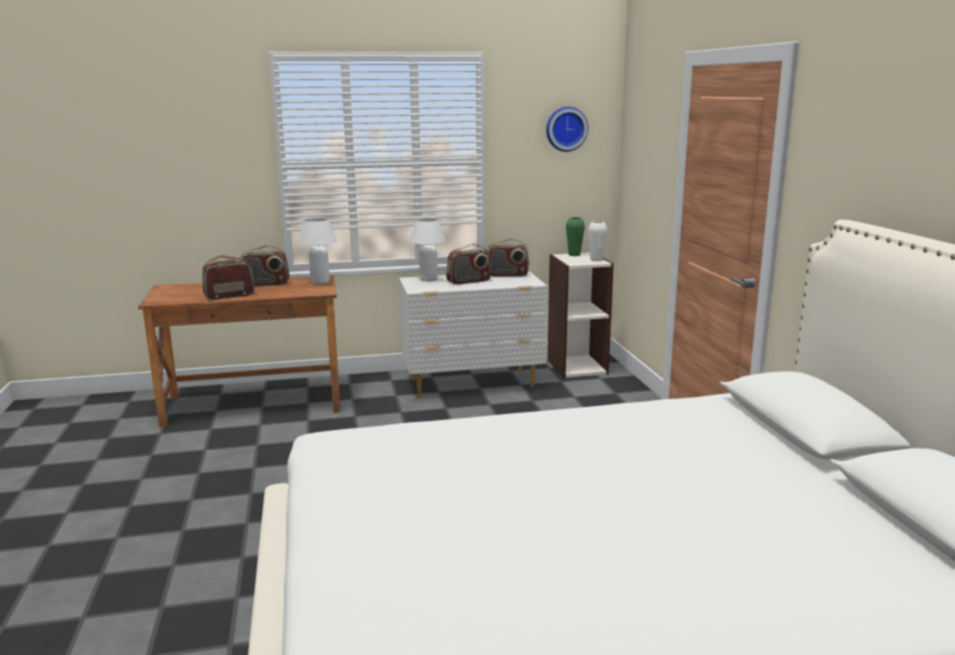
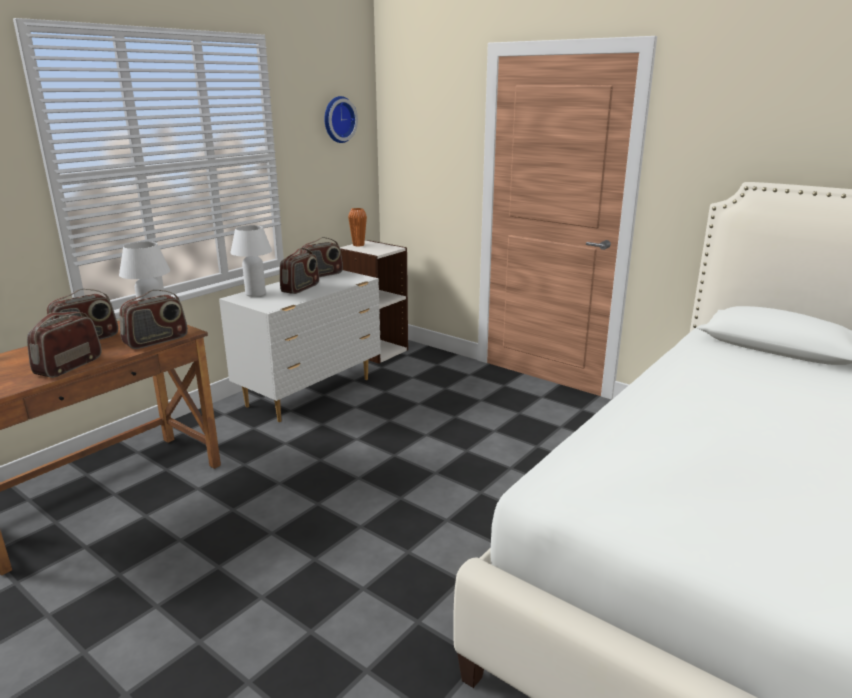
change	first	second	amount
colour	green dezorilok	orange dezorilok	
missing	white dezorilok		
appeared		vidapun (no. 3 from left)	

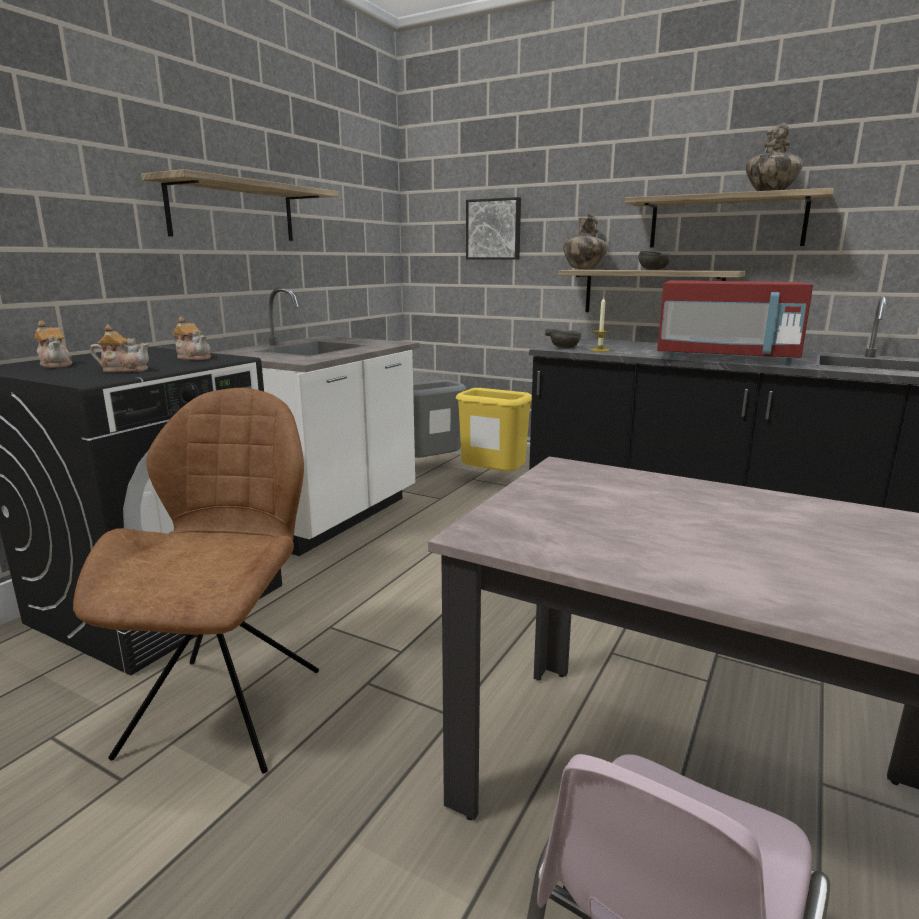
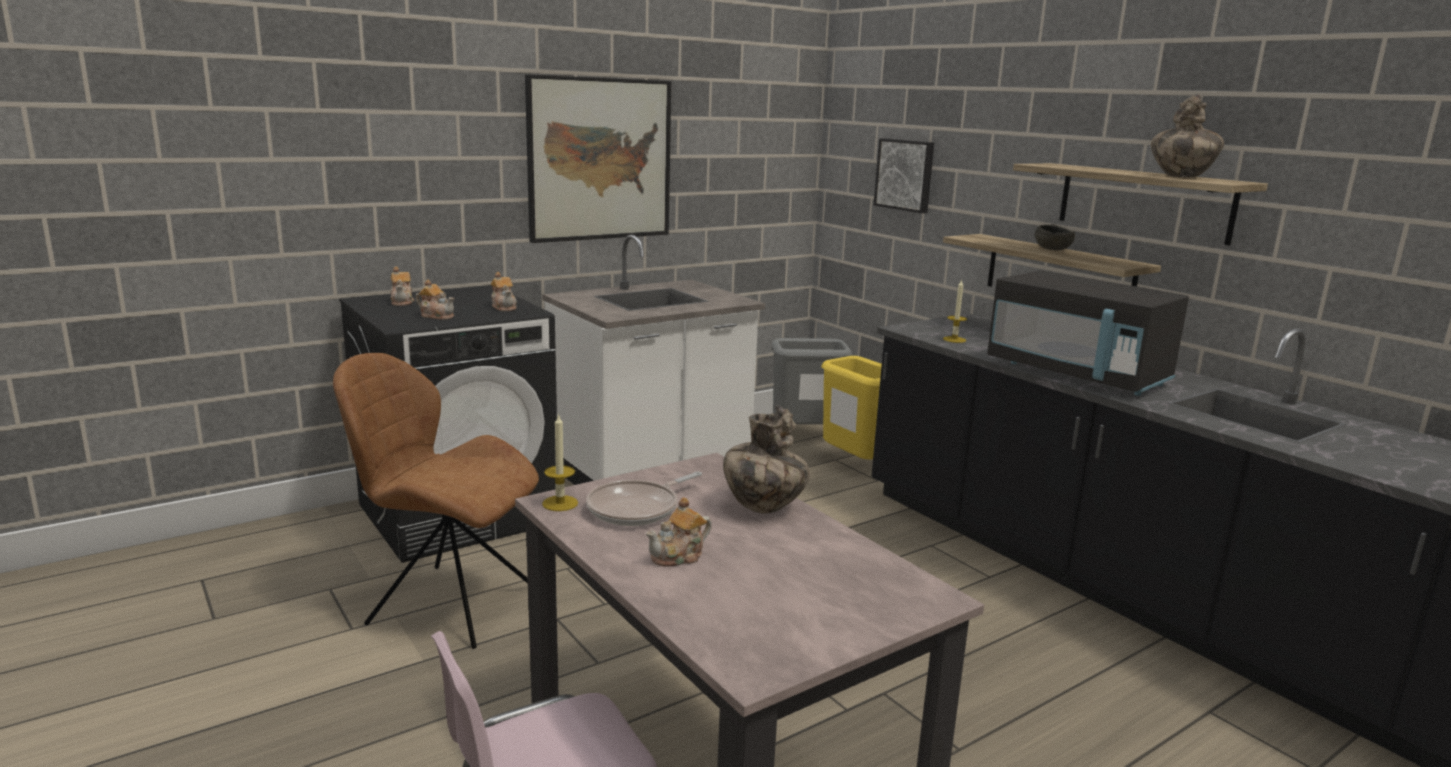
change	first	second	amount
exchanged	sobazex (no. 1 from left)	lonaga (no. 1 from left)	
relocated	dezorilok (no. 1 from left)		
colour	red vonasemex	black vonasemex	
missing	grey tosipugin (no. 1 from left)		
spun	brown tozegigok		105 degrees counterclockwise
appeared		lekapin (no. 1 from left)	
appeared		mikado	
appeared		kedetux (no. 4 from left)	

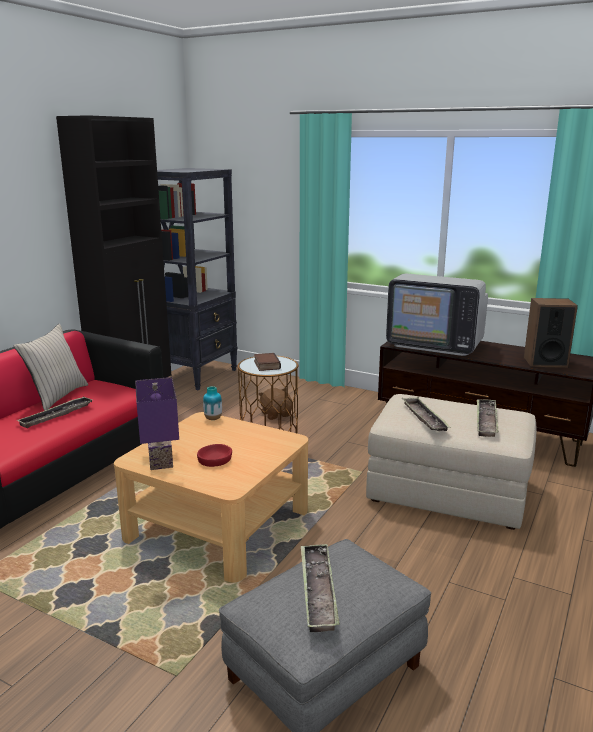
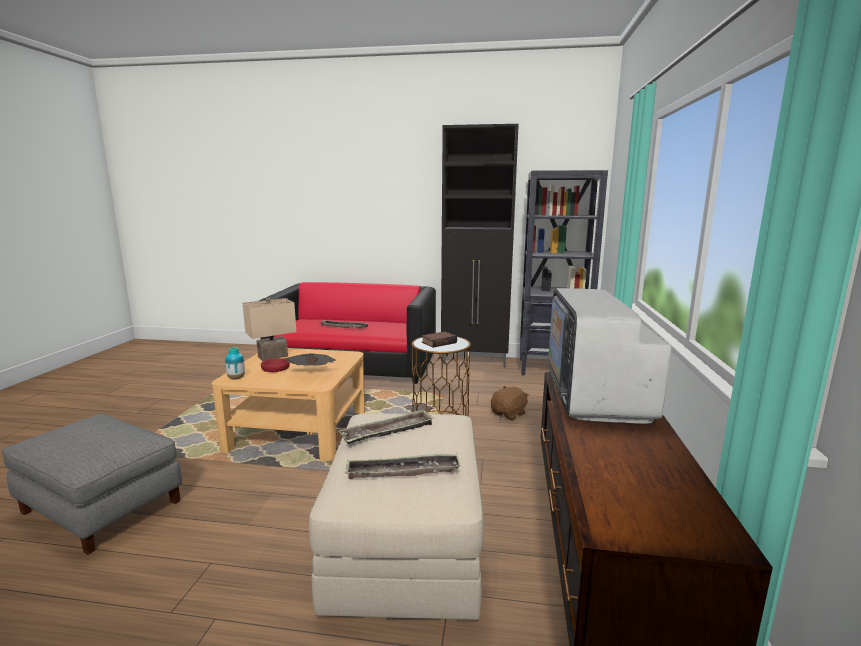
change	first	second	amount
missing	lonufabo		
missing	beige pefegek		
colour	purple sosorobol	beige sosorobol	
relocated	dezorilok		
missing	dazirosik (no. 2 from left)		
appeared		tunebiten	

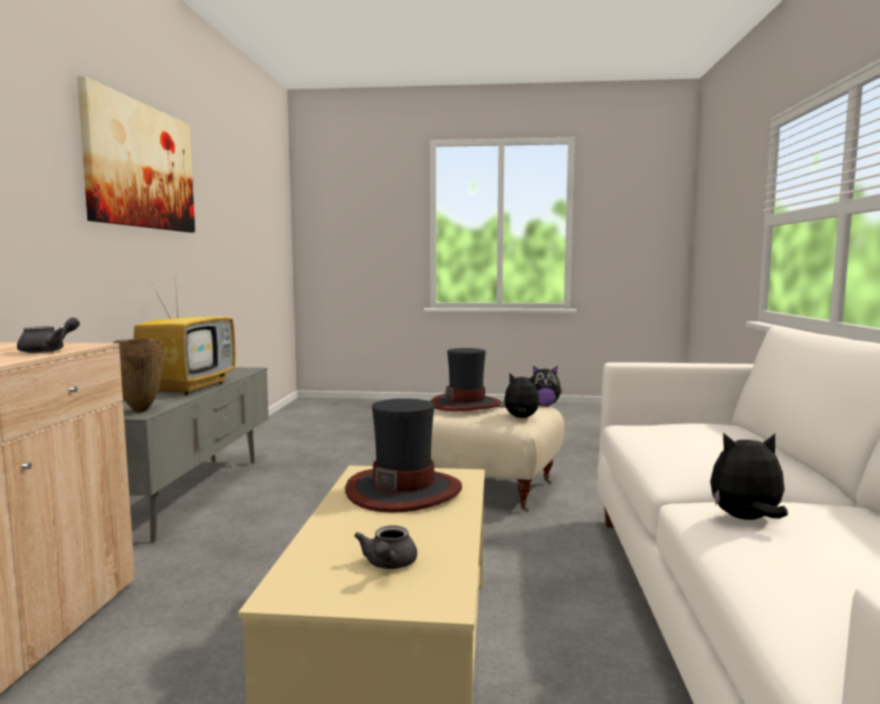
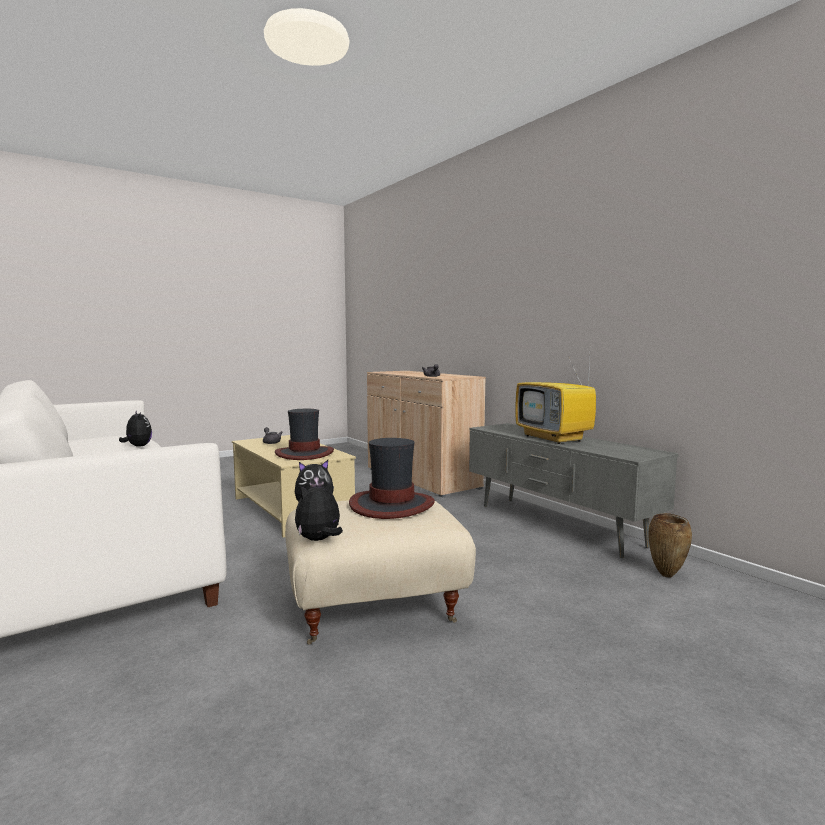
change	first	second	amount
missing	lonaga		
relocated	brown dezorilok		
spun	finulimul (no. 3 from left in the first image)	finulimul (no. 1 from left)	90 degrees counterclockwise

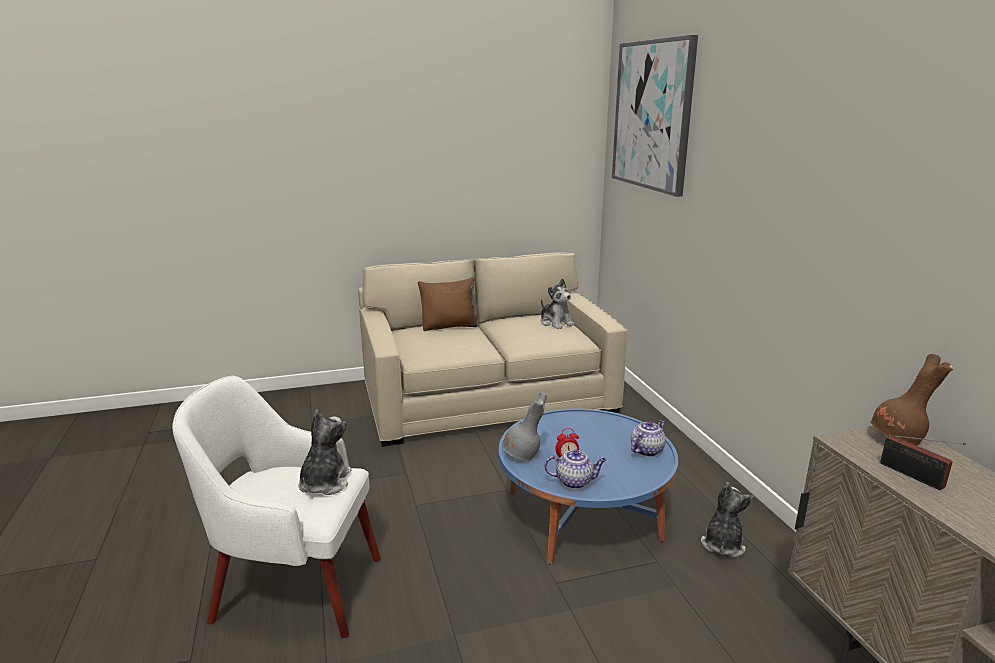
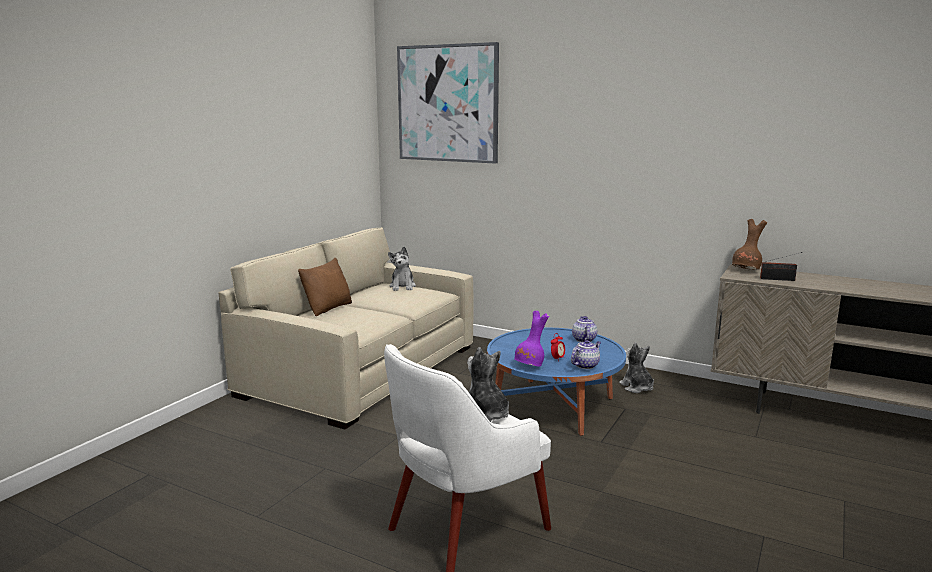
change	first	second	amount
spun	finulimul (no. 2 from left in the first image)	finulimul (no. 1 from left)	75 degrees clockwise
colour	grey dezorilok	purple dezorilok	

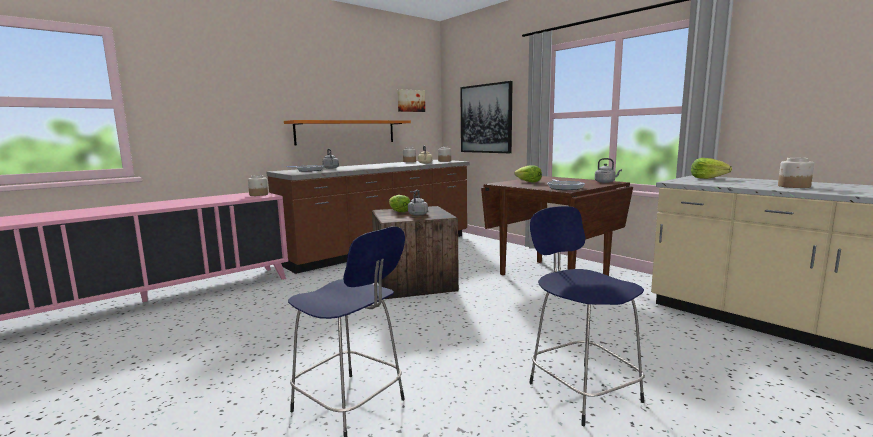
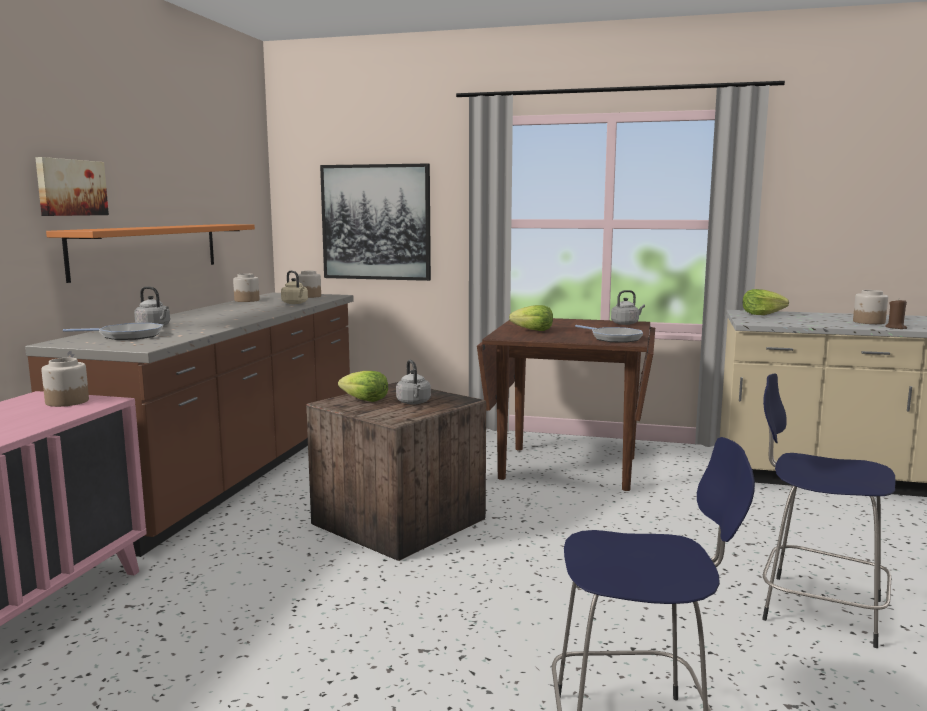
change	first	second	amount
relocated	lonaga (no. 1 from left)		
appeared		brown lekapin	

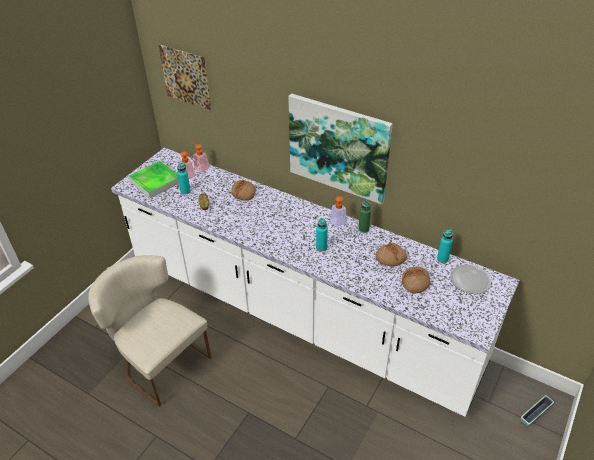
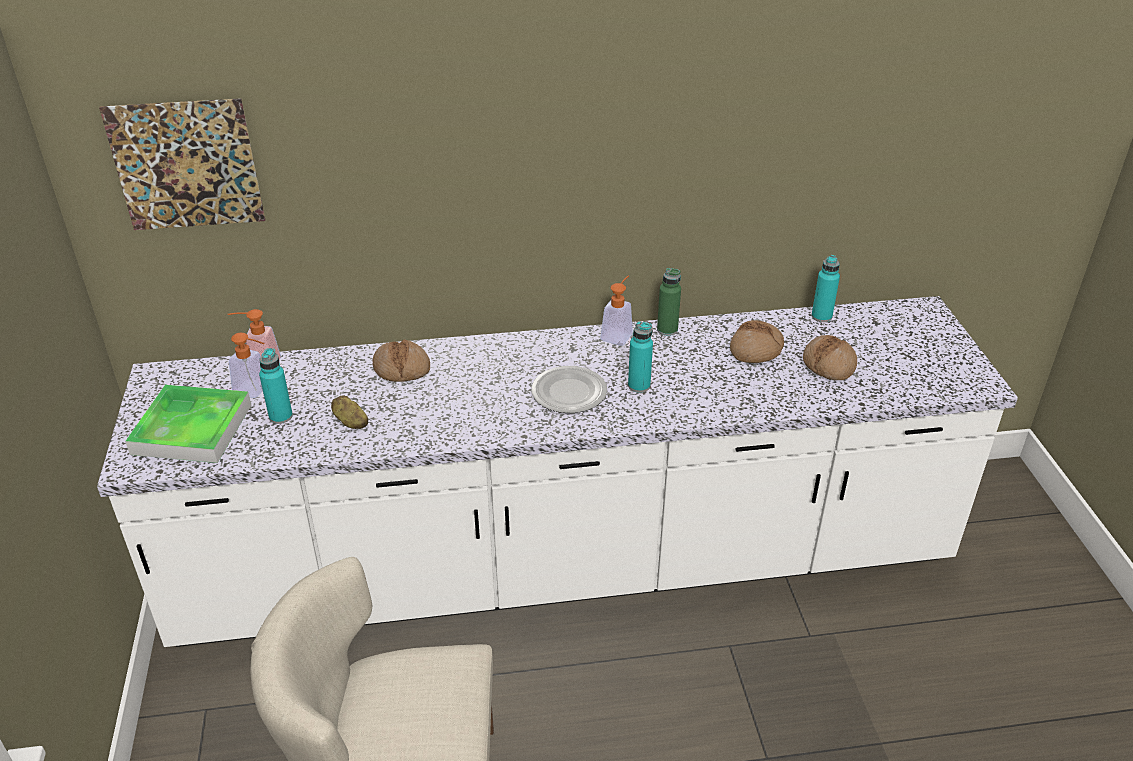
change	first	second	amount
missing	lonaga (no. 2 from left)		
relocated	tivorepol		
missing	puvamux		

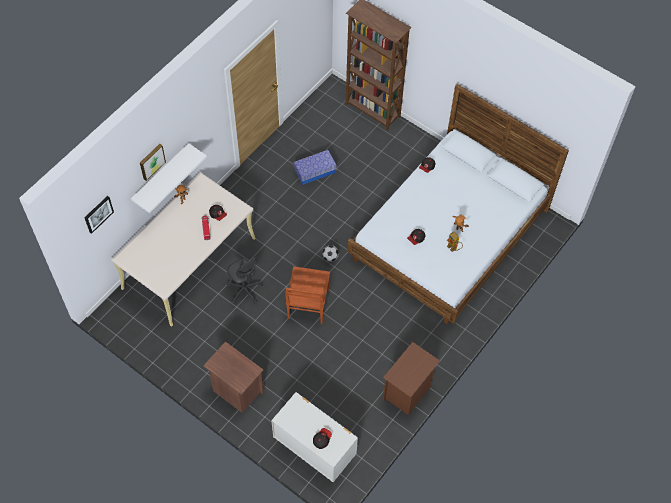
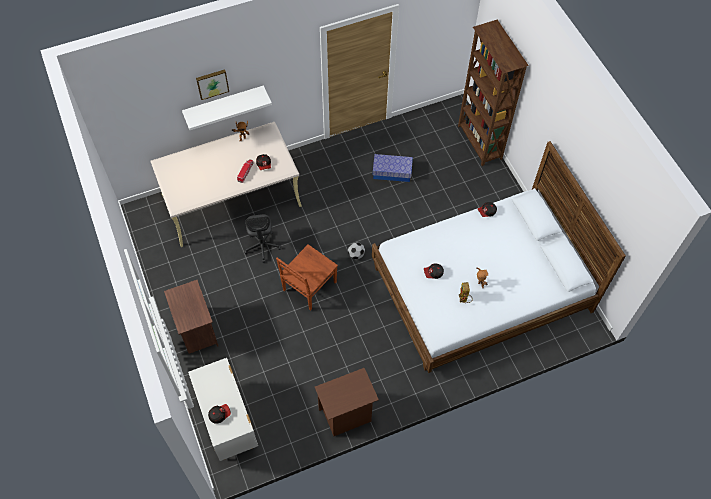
change	first	second	amount
missing	lonaga (no. 1 from left)		

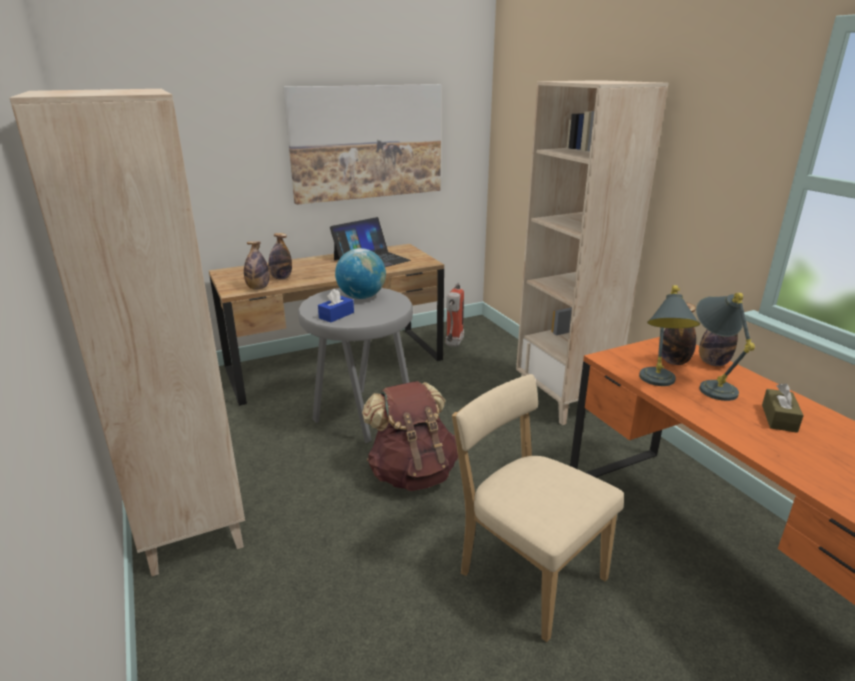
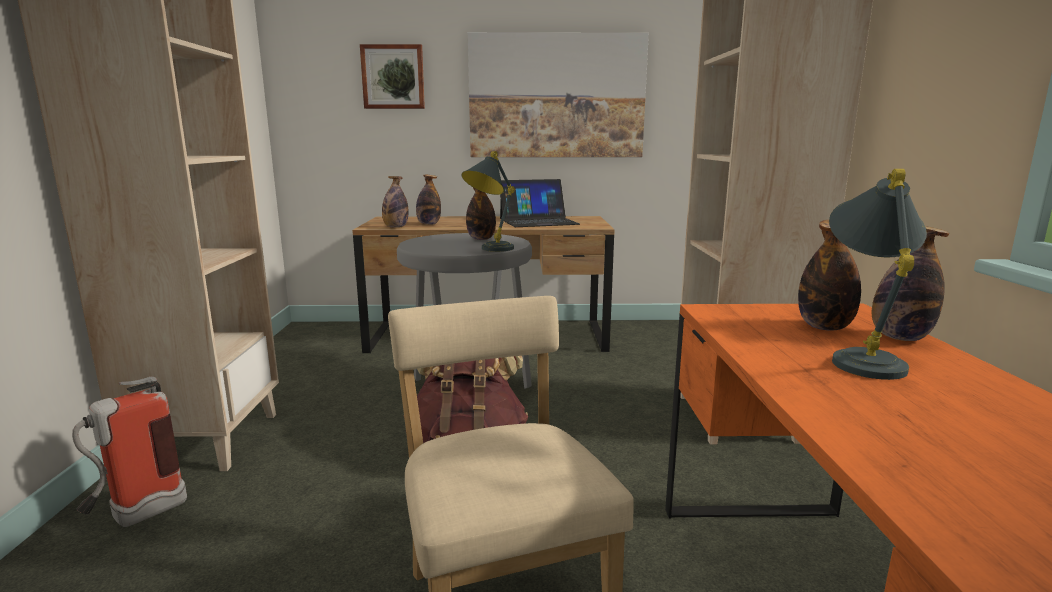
change	first	second	amount
exchanged	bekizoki	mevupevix (no. 3 from left)	
relocated	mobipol		
relocated	grey sosorobol (no. 1 from left)		
missing	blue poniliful		
missing	brown poniliful		
appeared		lonaga (no. 1 from left)	

